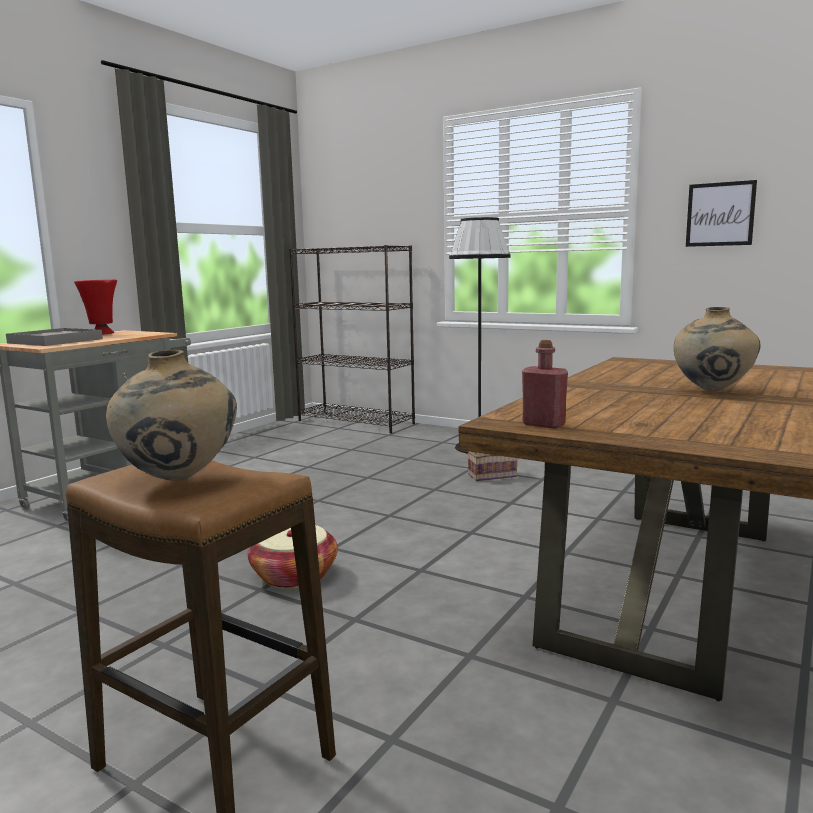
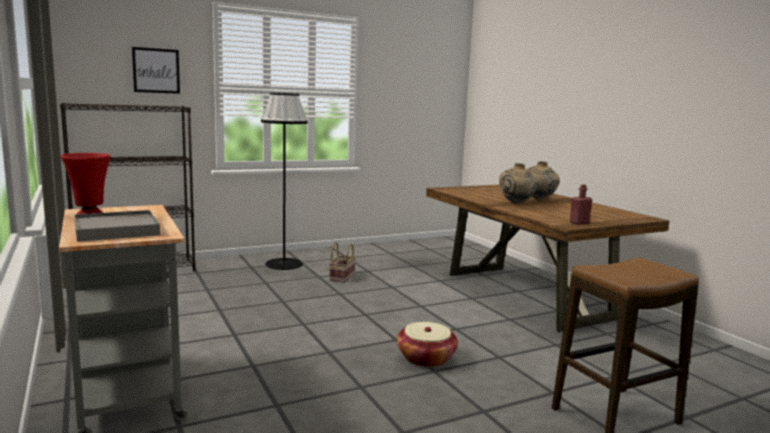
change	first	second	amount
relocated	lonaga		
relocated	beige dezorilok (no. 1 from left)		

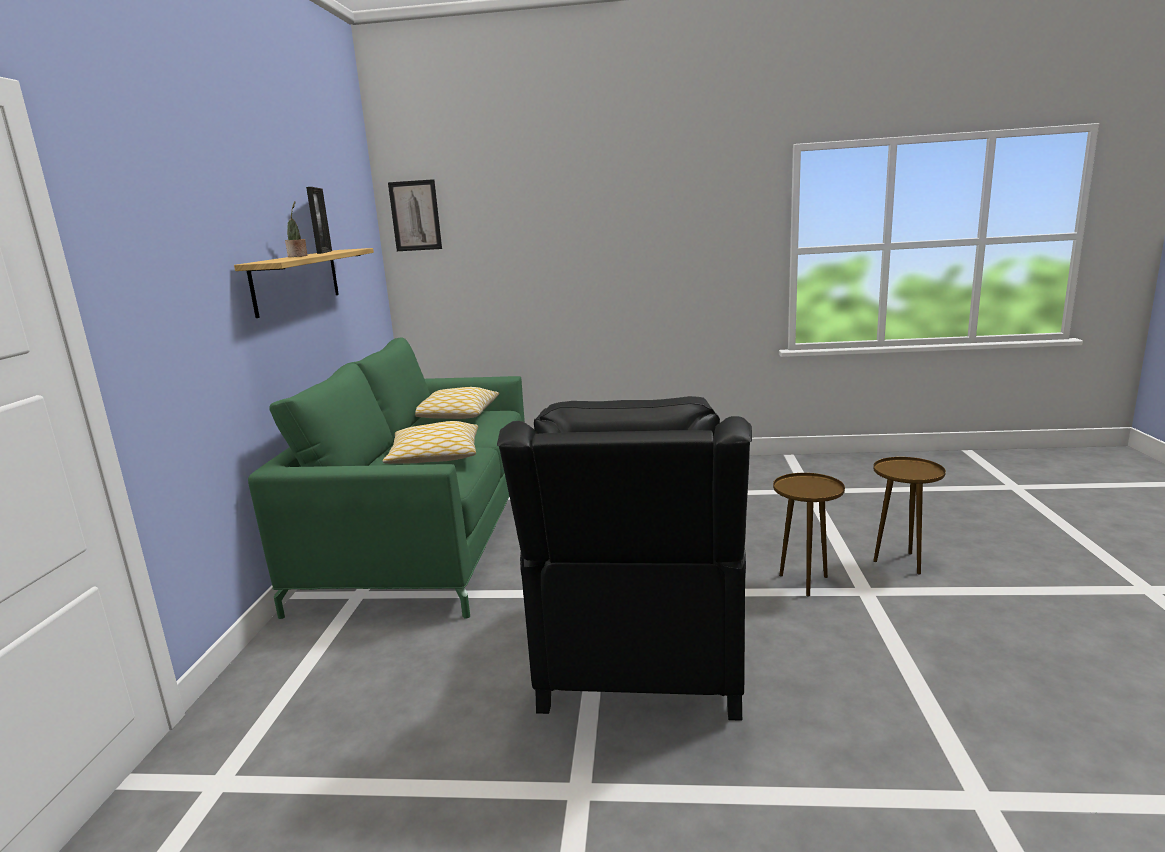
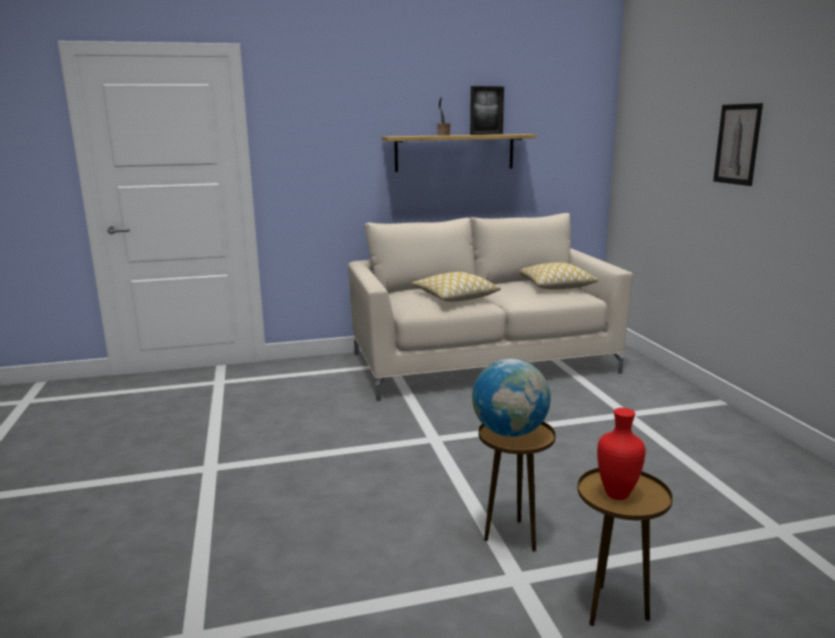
change	first	second	amount
relocated	lonaga		
colour	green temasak	beige temasak	
missing	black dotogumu		
appeared		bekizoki	
appeared		red dezorilok	

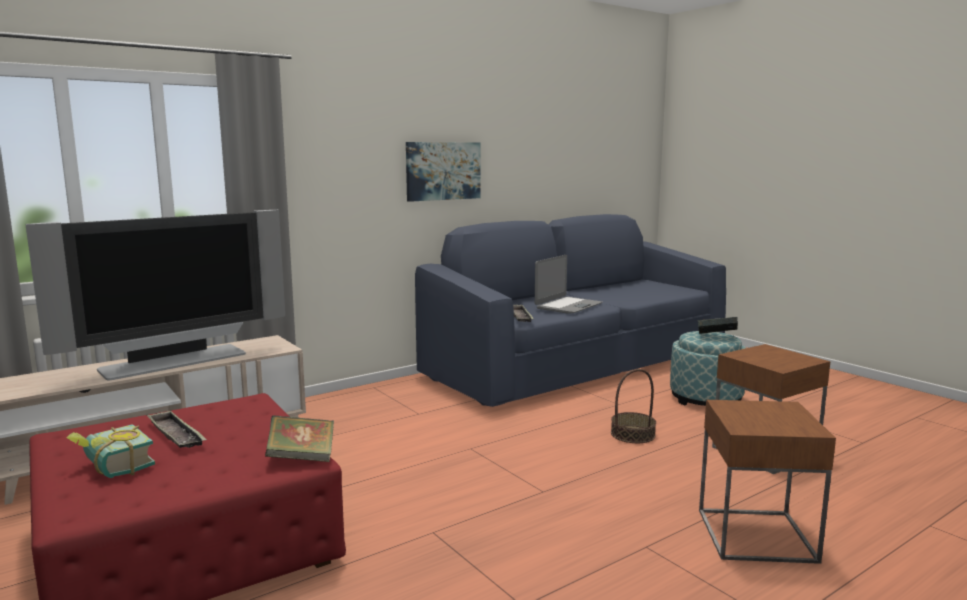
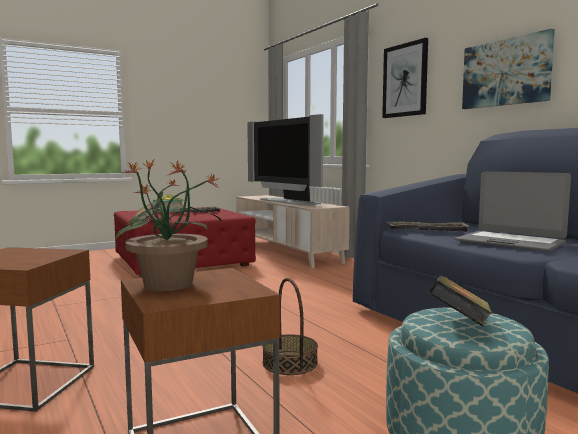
change	first	second	amount
appeared		lonaga (no. 1 from left)	
appeared		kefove	

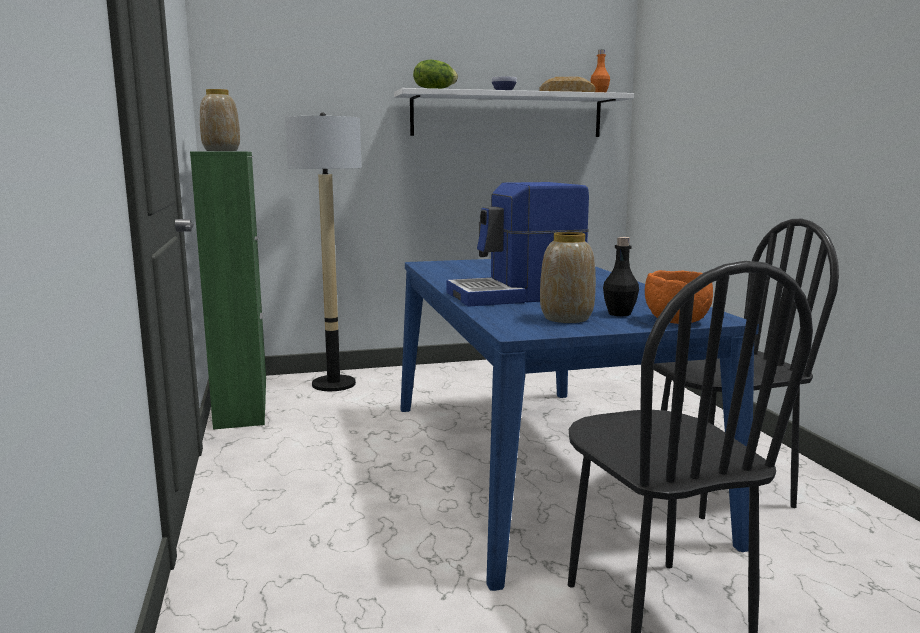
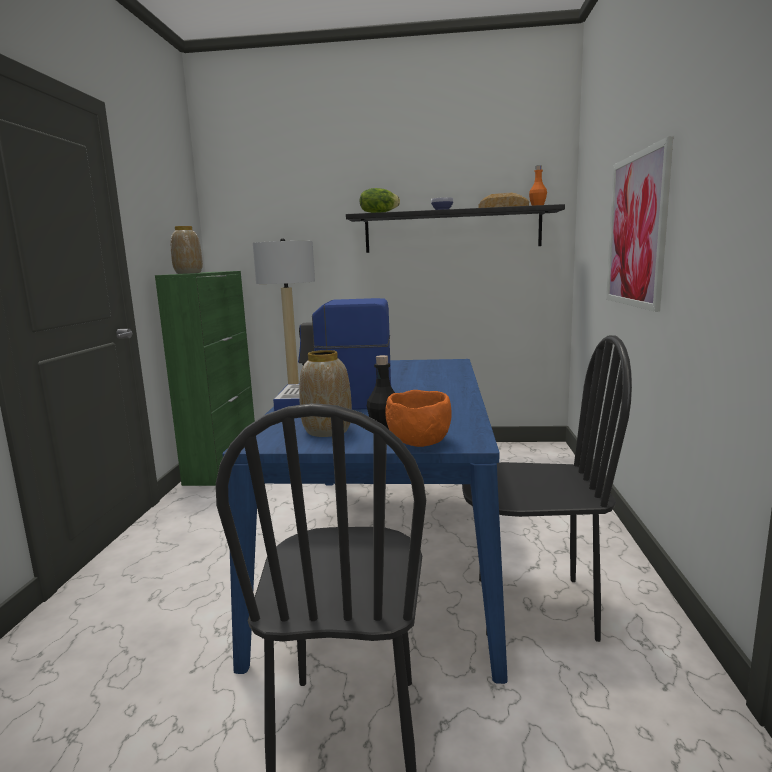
change	first	second	amount
colour	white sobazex	black sobazex	
appeared		lonaga	

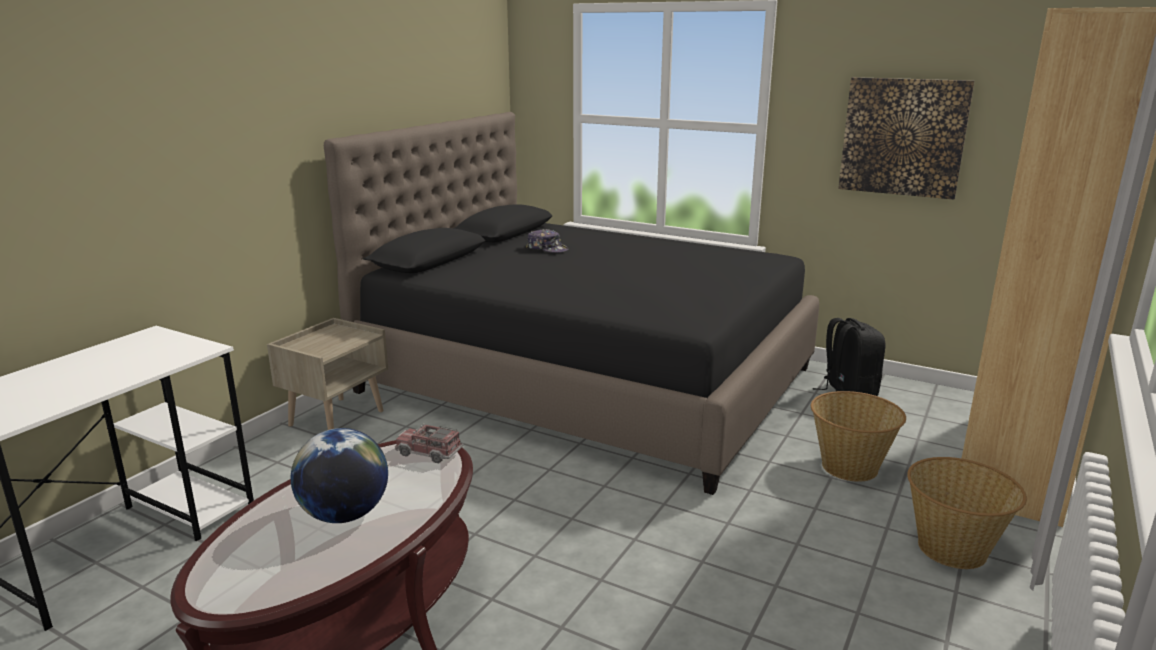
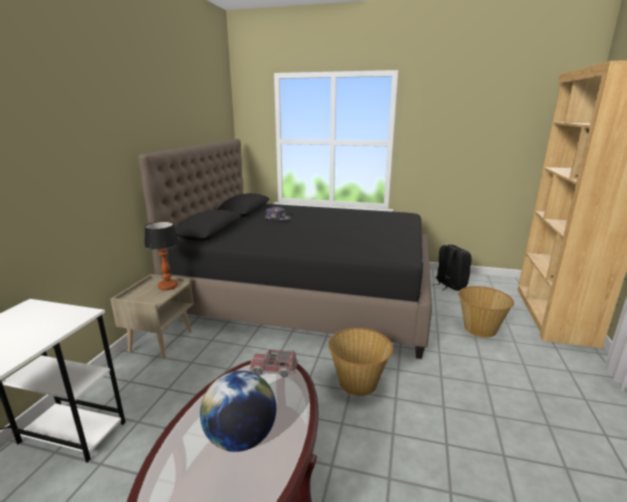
change	first	second	amount
missing	lonaga		
relocated	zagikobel (no. 2 from left in the first image)	zagikobel (no. 1 from left)	
appeared		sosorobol	

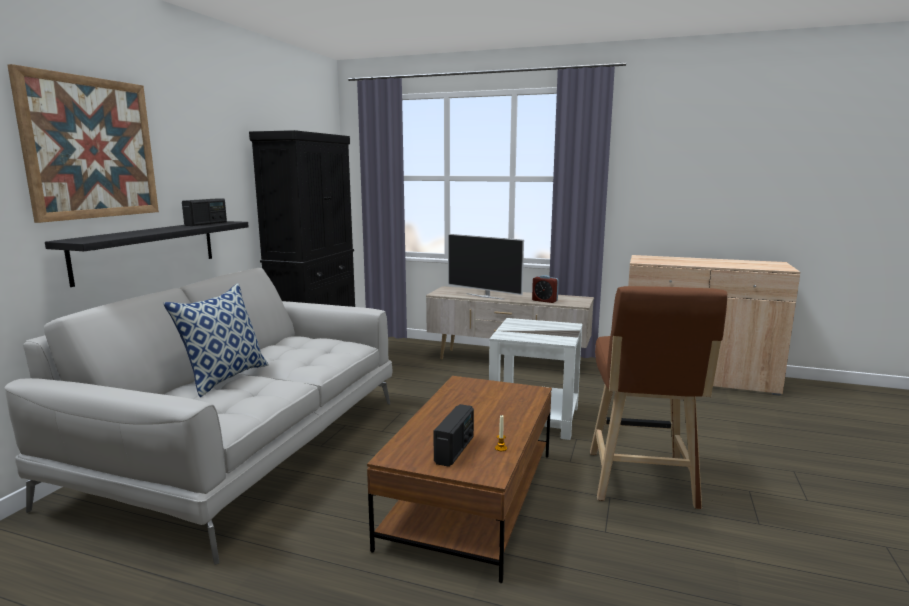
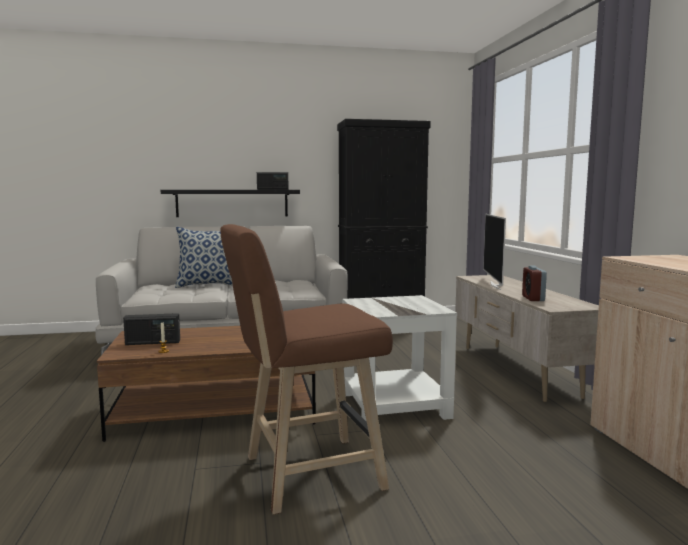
change	first	second	amount
missing	lonaga		

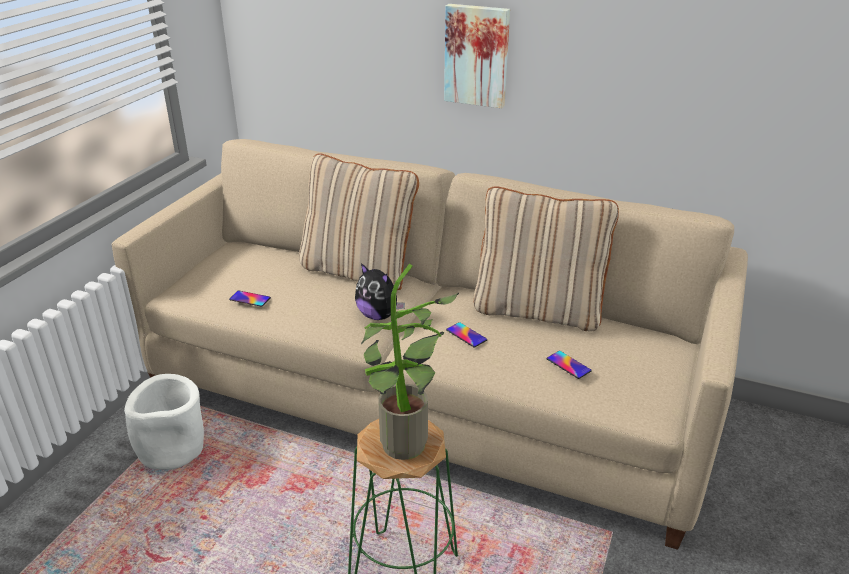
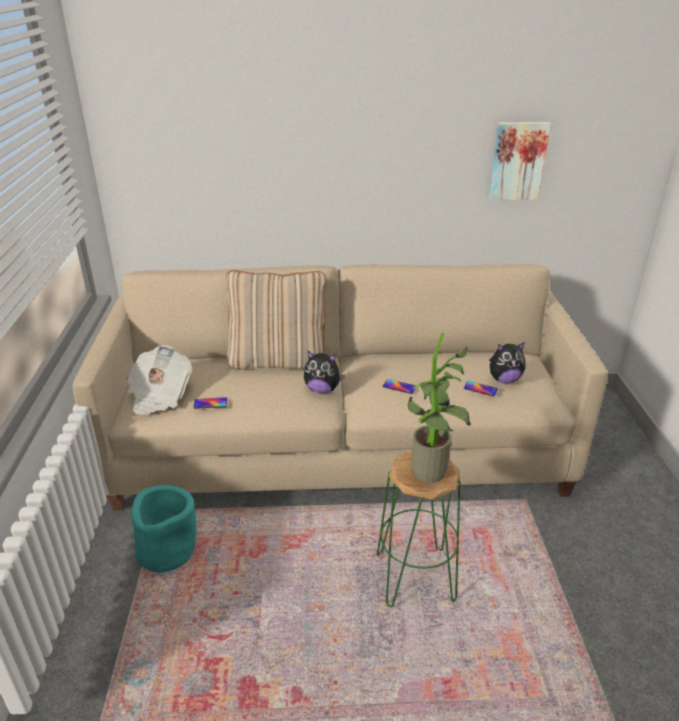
change	first	second	amount
relocated	lonaga		
missing	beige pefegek (no. 2 from left)		
colour	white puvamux	turquoise puvamux	
appeared		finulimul (no. 2 from left)	
appeared		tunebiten	

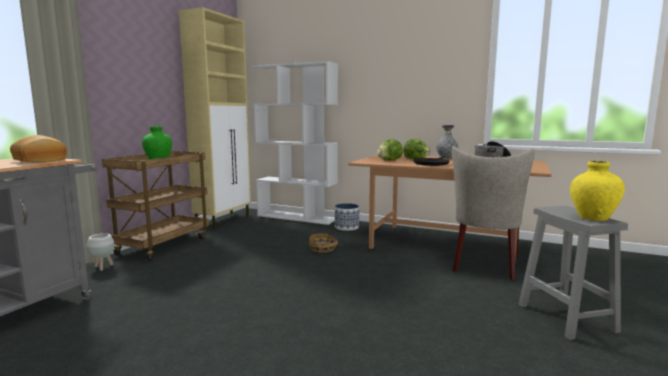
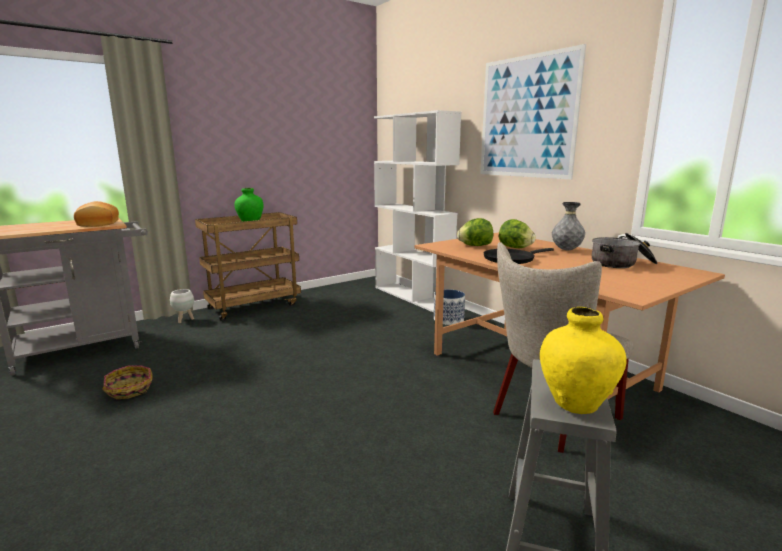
change	first	second	amount
missing	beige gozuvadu		
relocated	zagikobel		
appeared		lonaga	

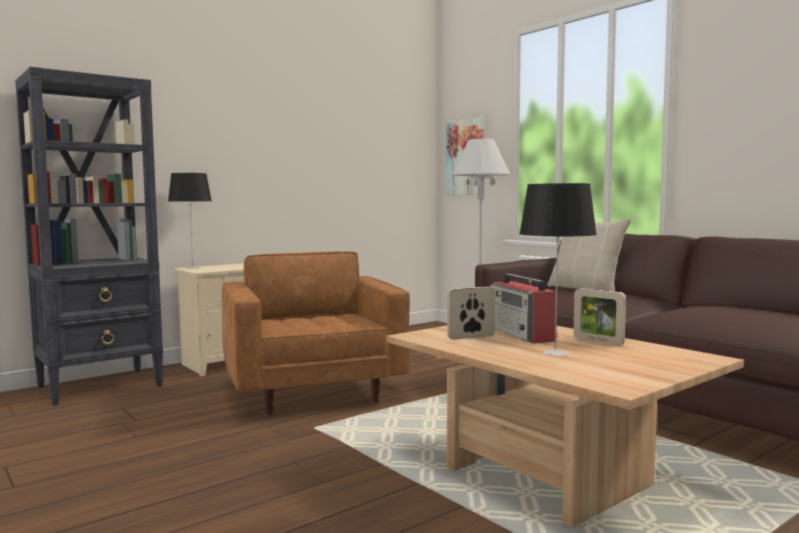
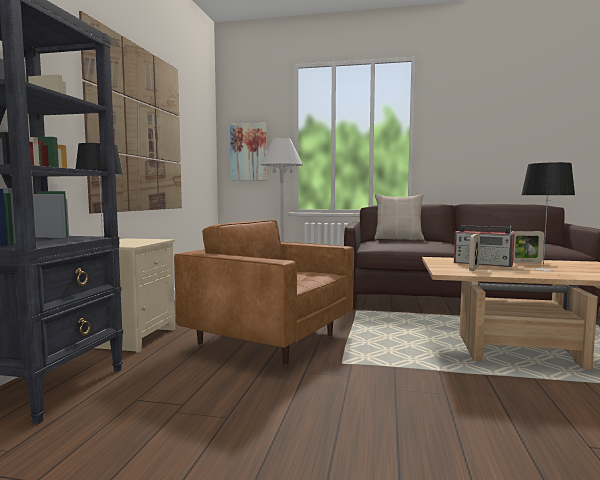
change	first	second	amount
appeared		lonaga (no. 1 from left)	

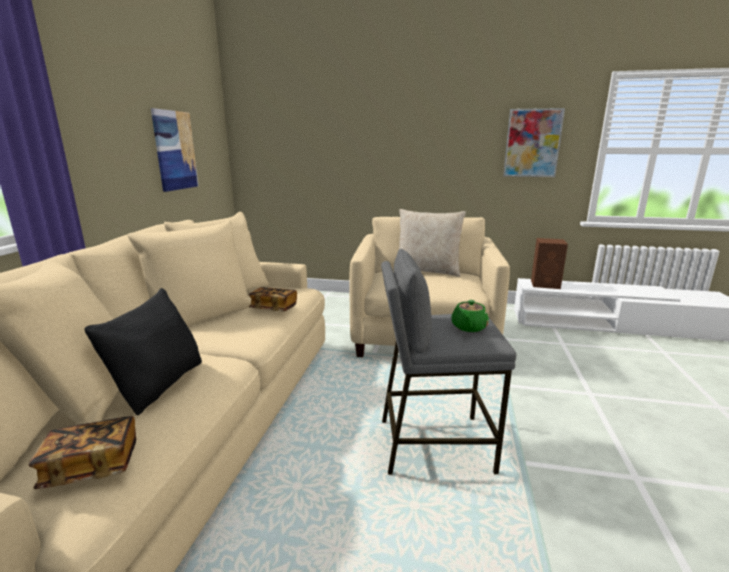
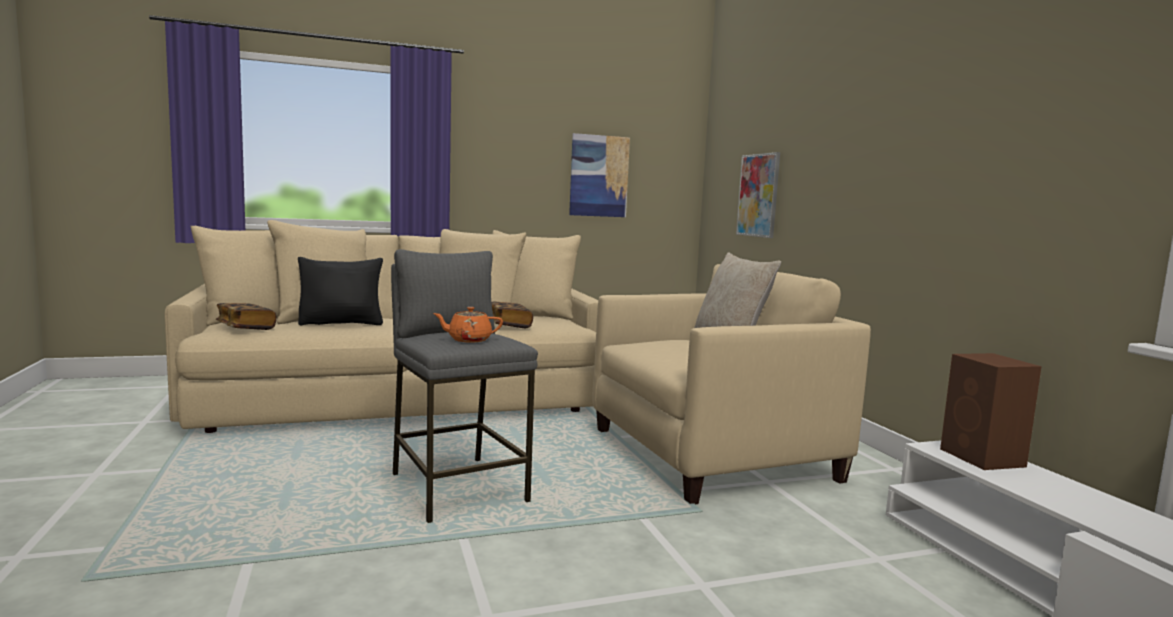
change	first	second	amount
relocated	lonaga (no. 2 from left)		
colour	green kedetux	orange kedetux	

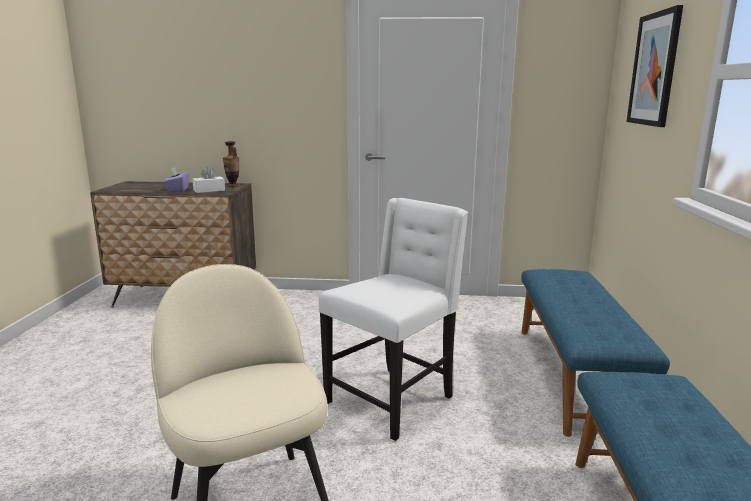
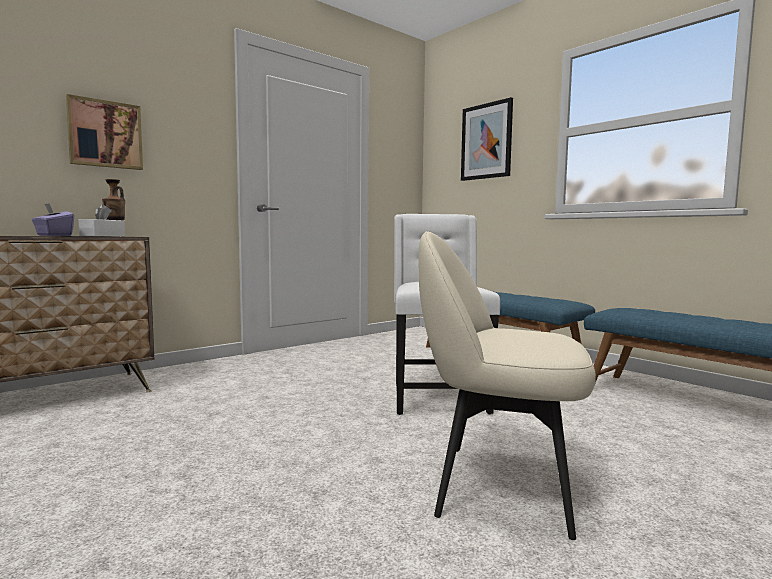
change	first	second	amount
appeared		lonaga (no. 1 from left)	

